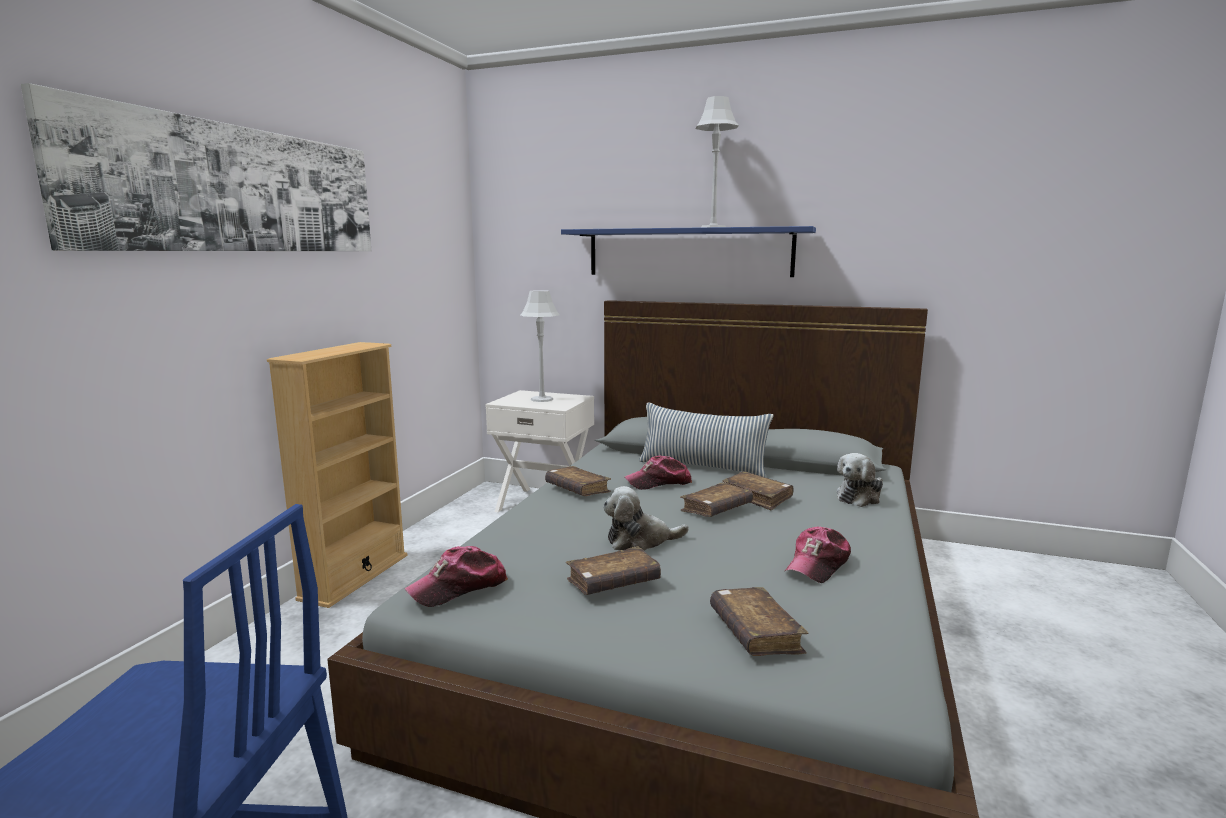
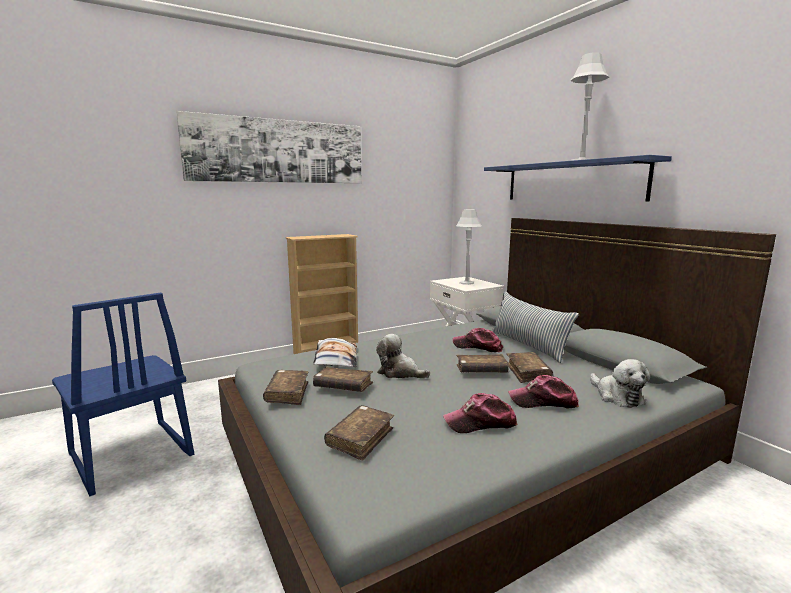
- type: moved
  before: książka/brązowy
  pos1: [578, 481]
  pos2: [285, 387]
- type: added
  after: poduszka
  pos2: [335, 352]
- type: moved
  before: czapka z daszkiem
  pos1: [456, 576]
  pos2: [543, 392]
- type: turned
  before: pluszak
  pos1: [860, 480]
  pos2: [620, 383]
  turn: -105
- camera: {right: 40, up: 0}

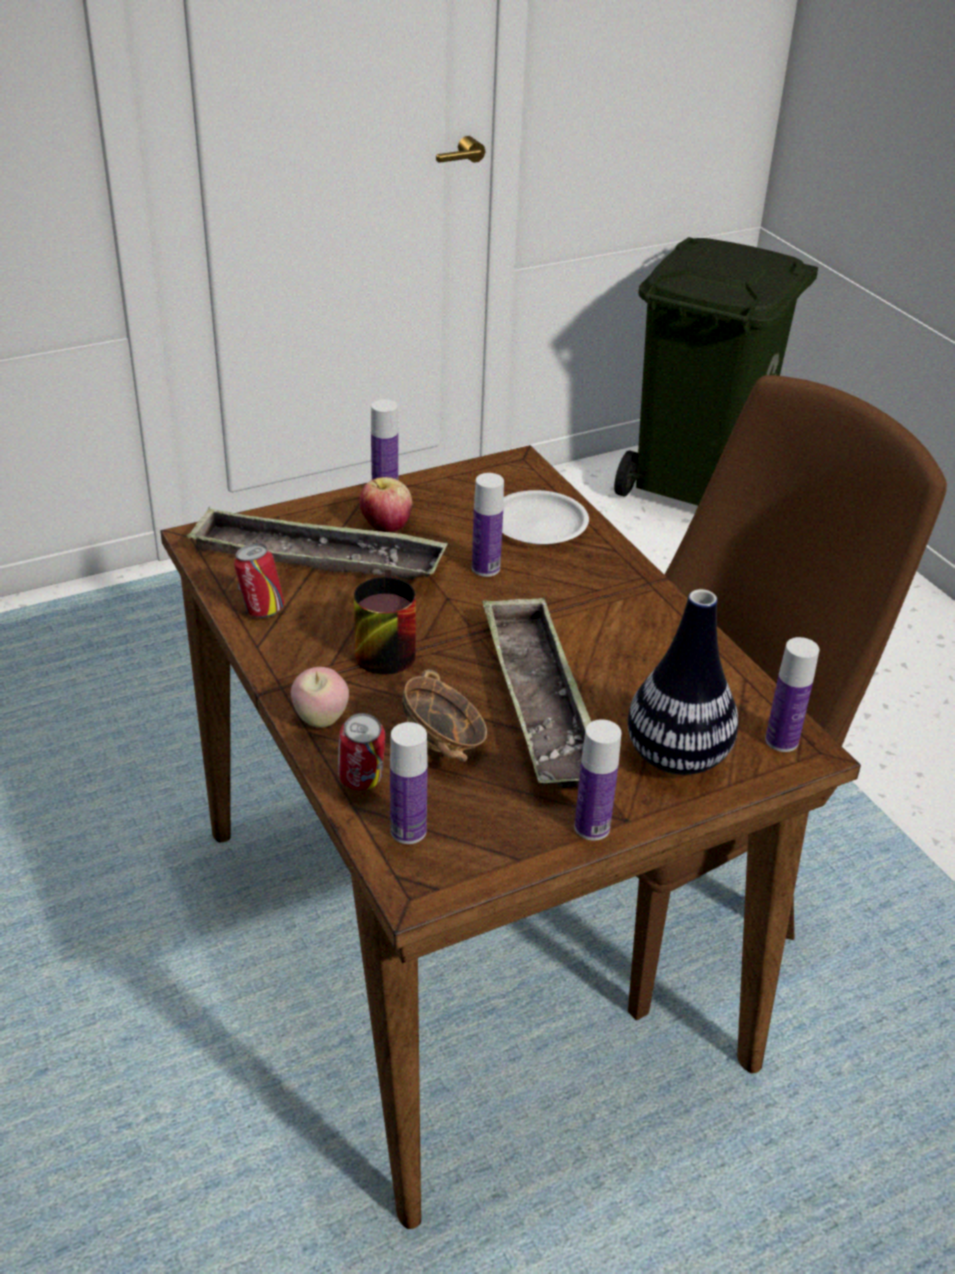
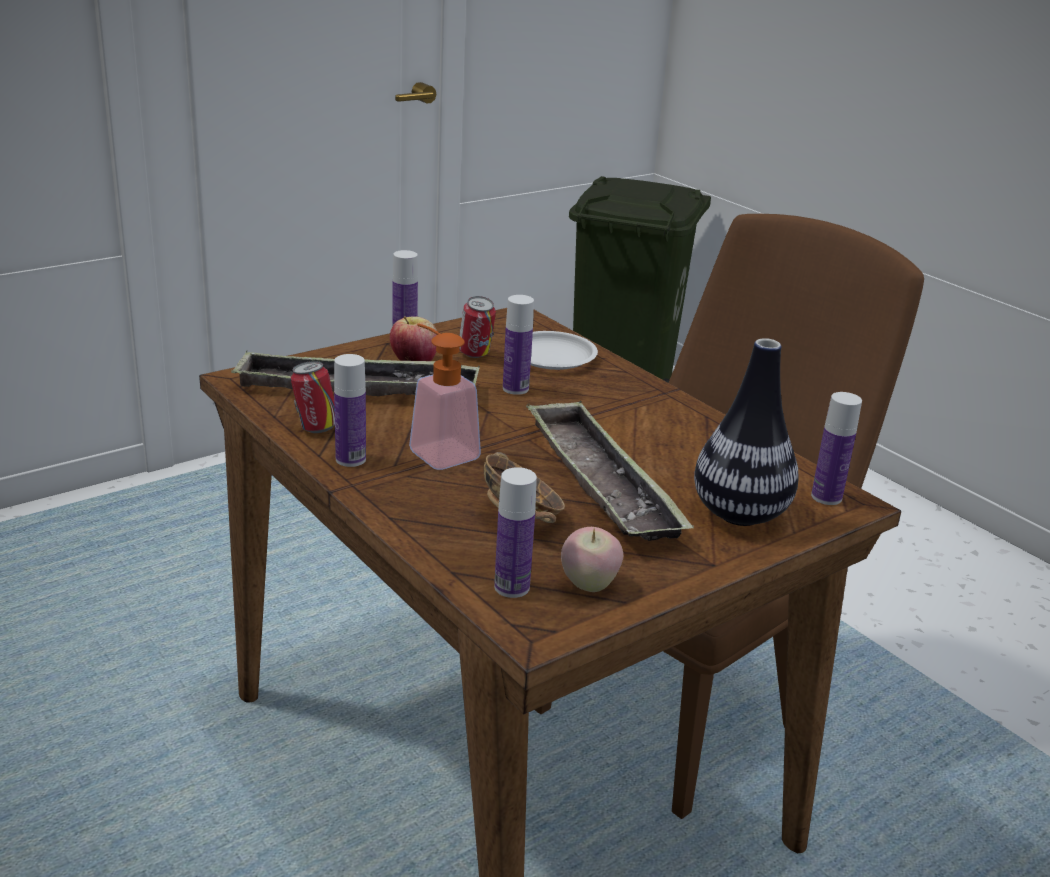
- type: moved
  before: butelka
  pos1: [598, 780]
  pos2: [350, 410]
- type: replaced
  before: kubek
  after: dozownik mydła
  pos1: [385, 622]
  pos2: [445, 396]
- type: moved
  before: puszka
  pos1: [361, 752]
  pos2: [477, 327]
- type: moved
  before: jabłko
  pos1: [320, 697]
  pos2: [592, 559]
- camera: {right: -10, up: -10}

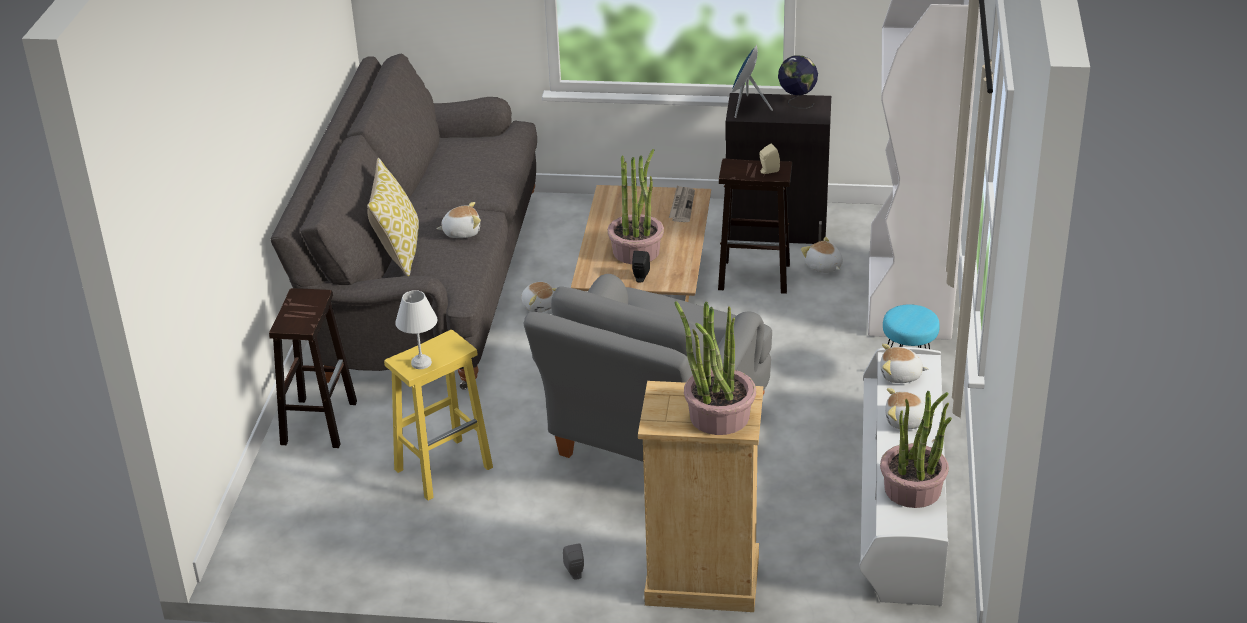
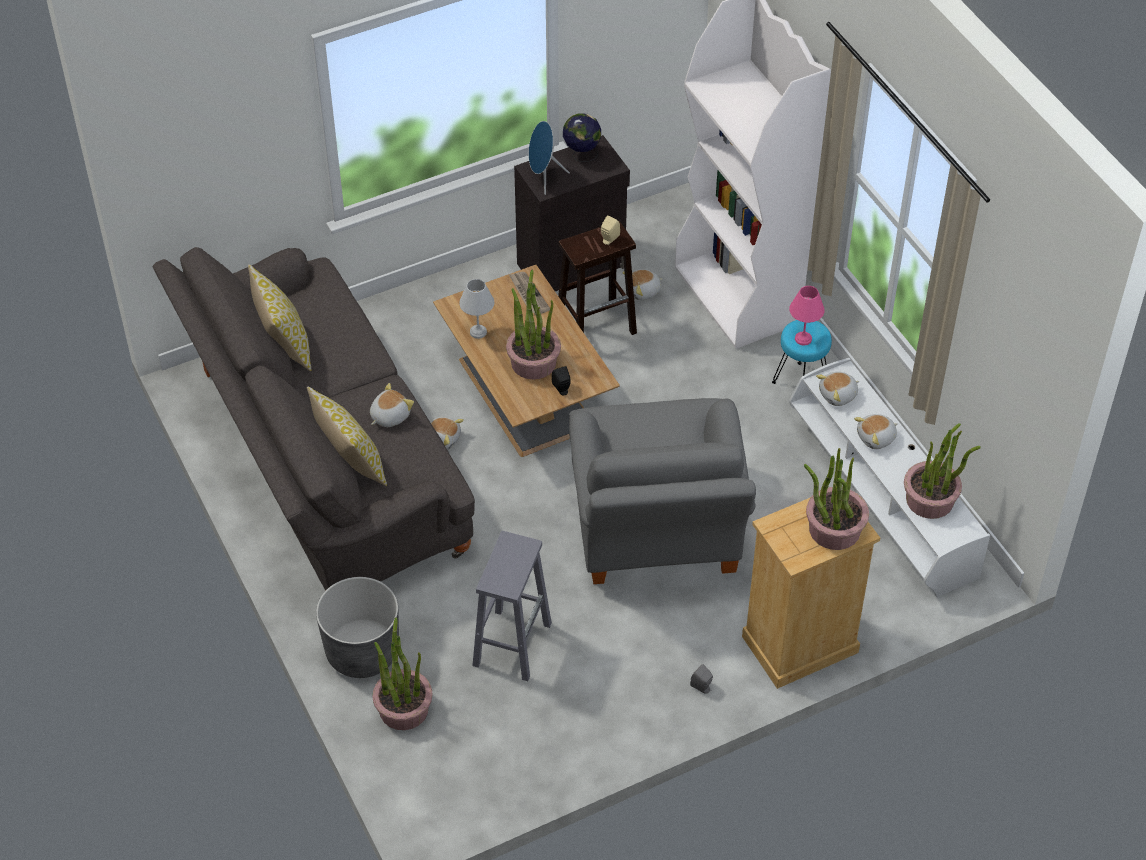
- type: added
  after: poduszka
  pos2: [279, 318]
- type: replaced
  before: stołek/brązowy
  after: donica/szary
  pos1: [313, 368]
  pos2: [357, 627]
- type: added
  after: roślina doniczkowa
  pos2: [402, 673]
- type: moved
  before: lampa stołowa/biały
  pos1: [416, 329]
  pos2: [476, 309]
- type: recoloured
  before: stołek/żółty
  after: stołek/szary
  pos1: [438, 415]
  pos2: [512, 606]
- type: turned
  before: pluszak
  pos1: [822, 255]
  pos2: [642, 284]
  turn: -45
- type: added
  after: lampa stołowa/różowy
  pos2: [807, 316]
- camera: {right: -35, up: 15}

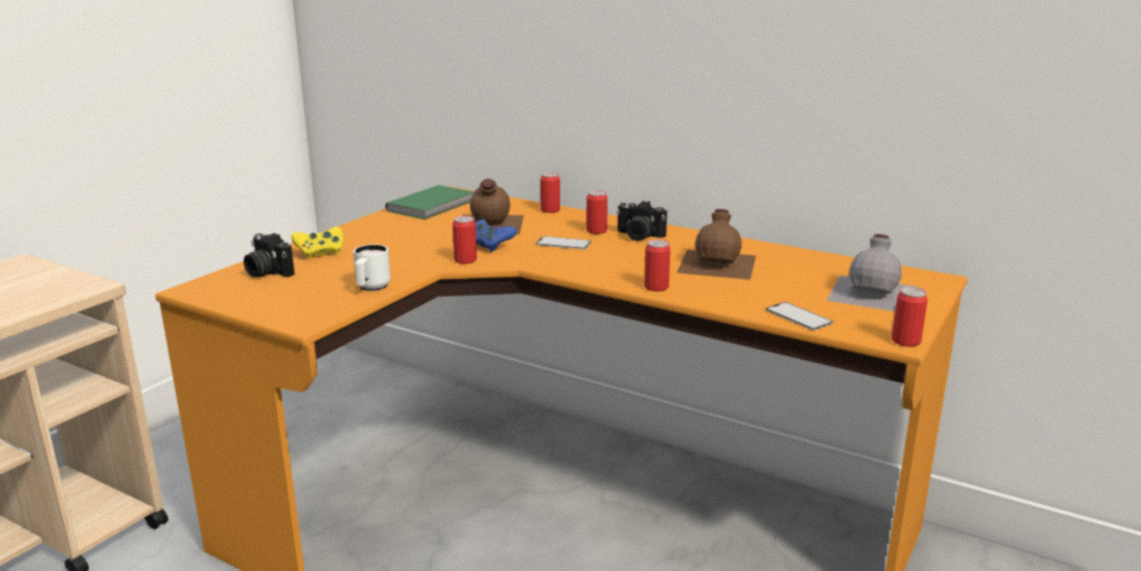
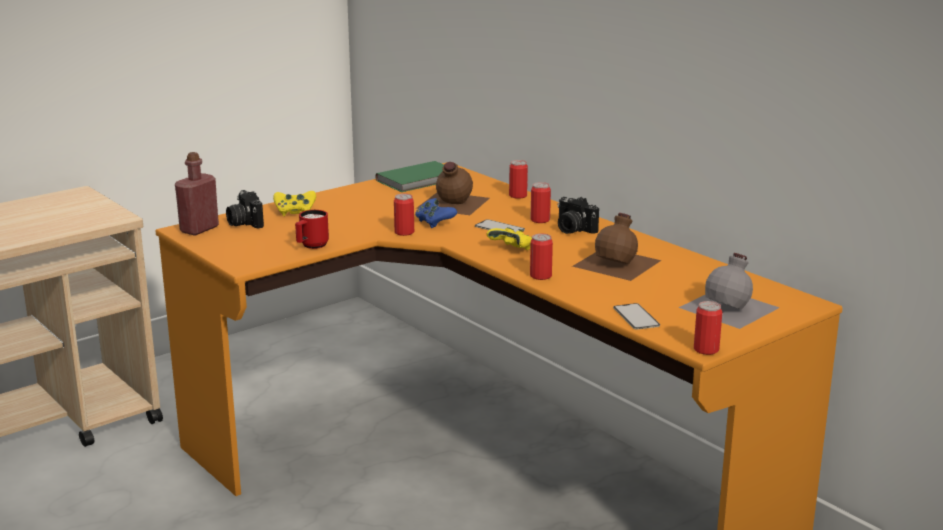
- type: added
  after: butelka/czerwony
  pos2: [197, 193]
- type: recoloured
  before: kubek/biały
  after: kubek/czerwony
  pos1: [371, 267]
  pos2: [312, 229]
- type: added
  after: pad do gier/żółty
  pos2: [509, 238]
- camera: {right: 20, up: 0}

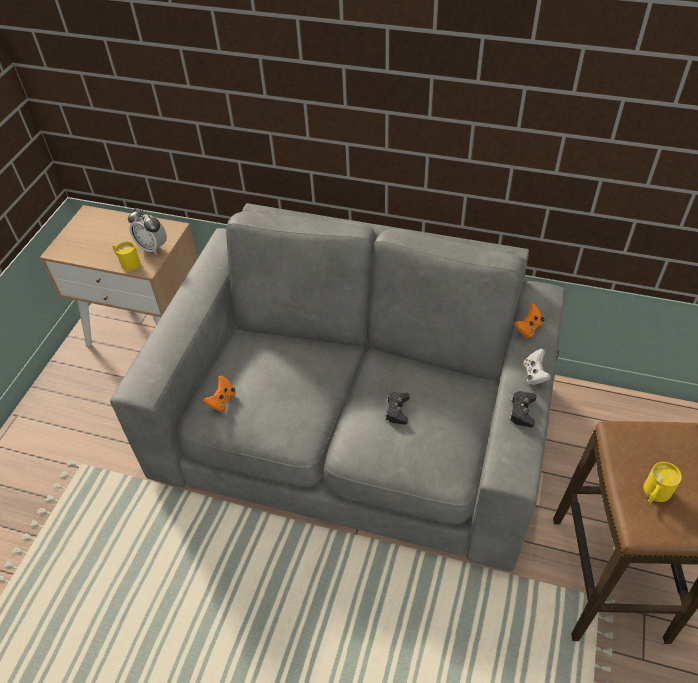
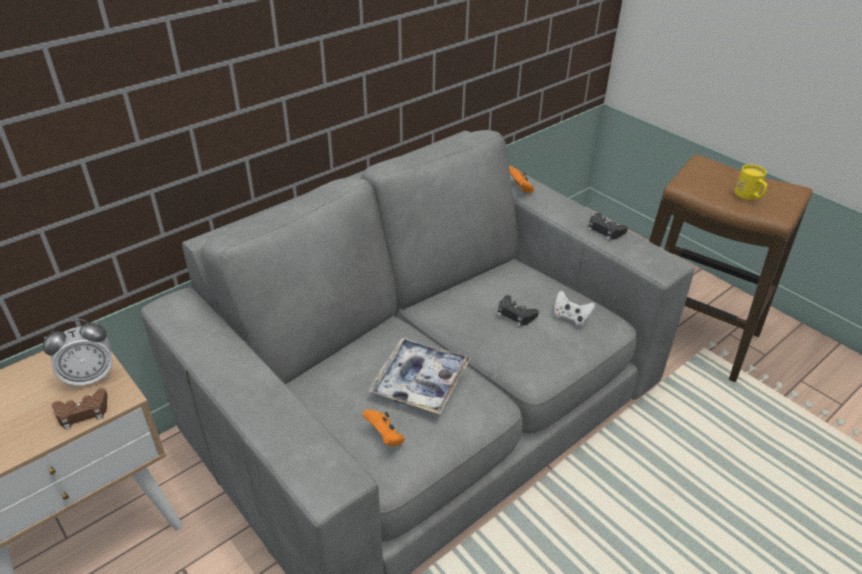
- type: replaced
  before: kubek/żółty
  after: pad do gier/brązowy
  pos1: [126, 256]
  pos2: [80, 409]
- type: added
  after: taca
  pos2: [420, 375]
- type: moved
  before: pad do gier/biały
  pos1: [537, 367]
  pos2: [574, 308]
- camera: {right: -60, up: -10}

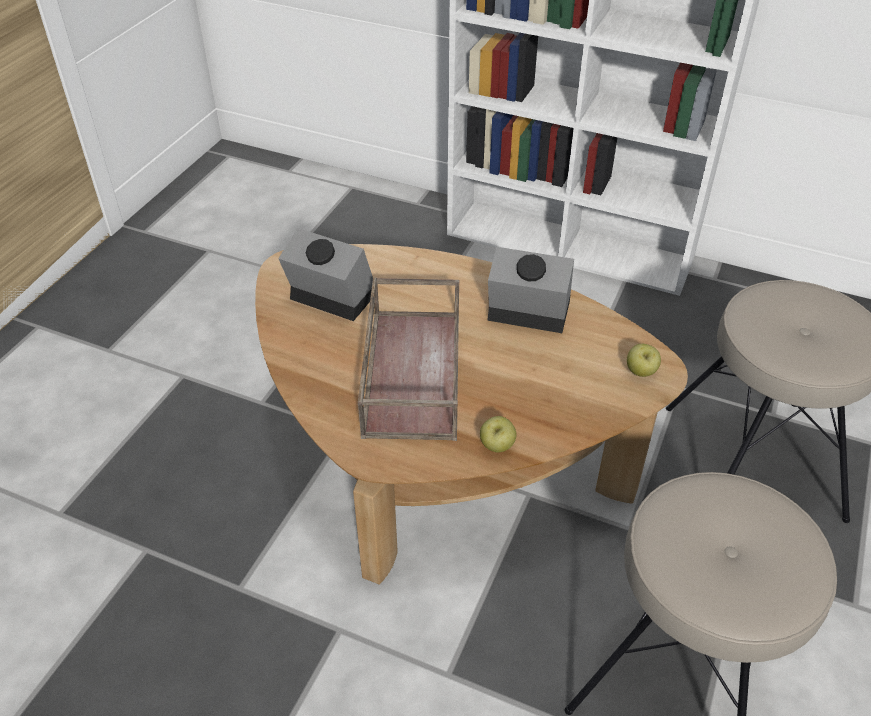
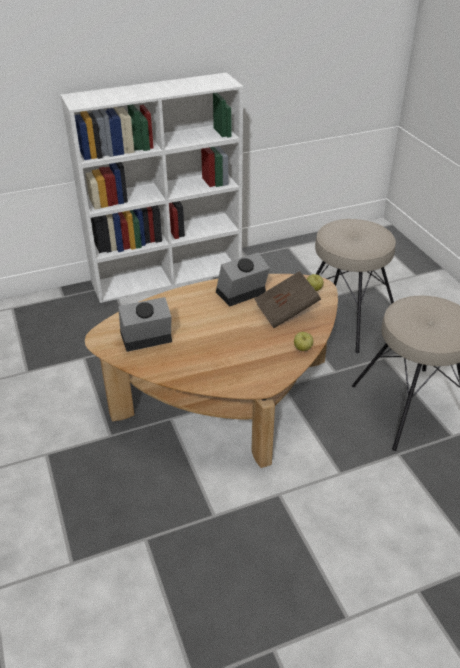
- type: added
  after: książka/brązowy
  pos2: [288, 299]
- type: removed
  before: taca/brązowy
  pos1: [408, 359]
- camera: {right: -45, up: -5}

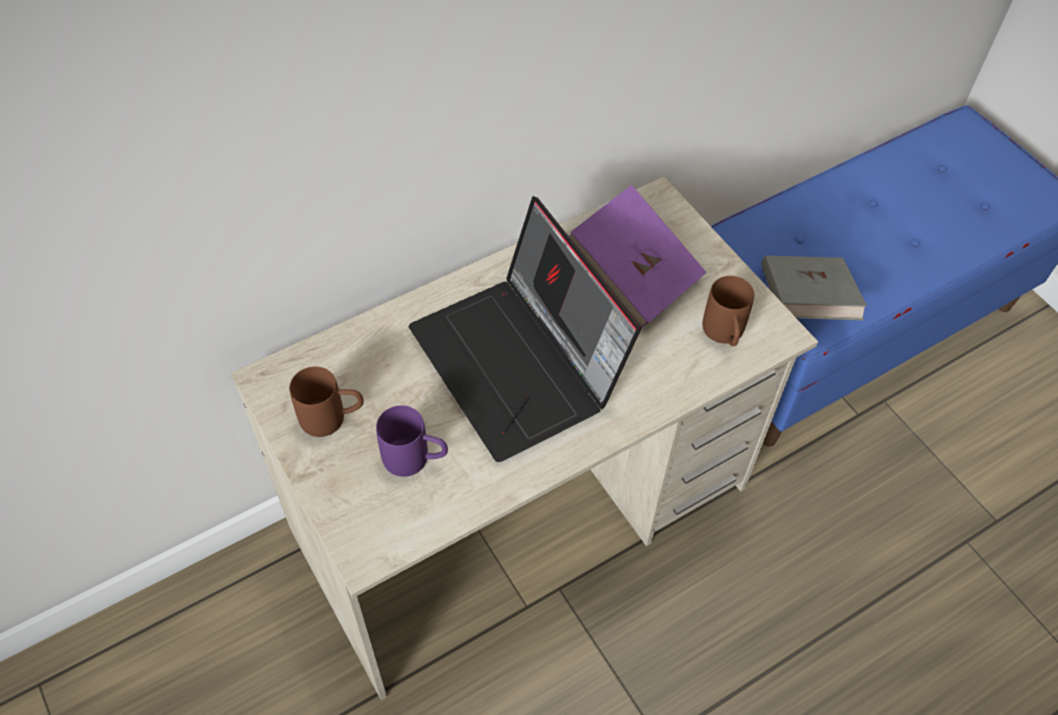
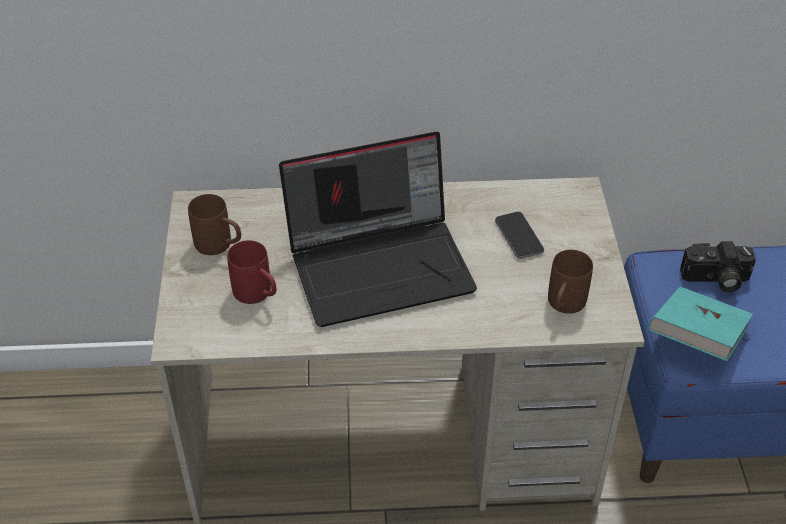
- type: recoloured
  before: kubek/fioletowy
  after: kubek/czerwony
  pos1: [412, 441]
  pos2: [251, 272]
- type: turned
  before: laptop
  pos1: [524, 329]
  pos2: [378, 229]
  turn: -105
- type: replaced
  before: książka/fioletowy
  after: telefon
  pos1: [638, 257]
  pos2: [519, 235]
- type: recoloured
  before: książka/szary
  after: książka/turkusowy
  pos1: [814, 288]
  pos2: [701, 323]
- type: added
  after: aparat fotograficzny
  pos2: [718, 267]
- camera: {right: 30, up: -10}

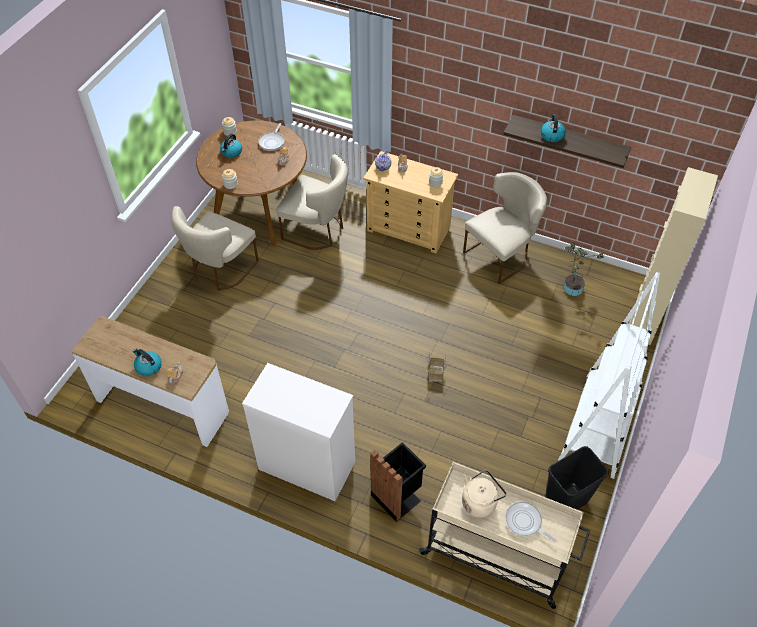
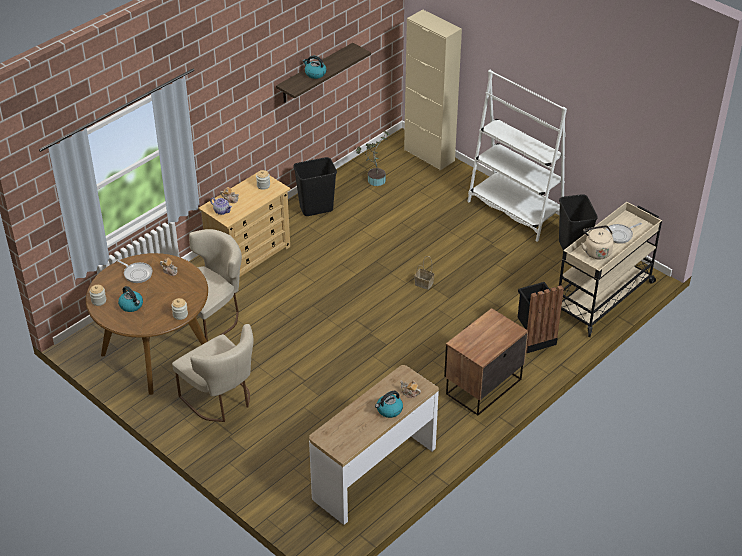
- type: replaced
  before: krzesło/beżowy
  after: kosz na śmieci/czarny
  pos1: [505, 228]
  pos2: [315, 186]
- type: replaced
  before: komoda/biały
  after: szafka nocna
  pos1: [298, 432]
  pos2: [486, 361]
- camera: {right: -70, up: -10}

